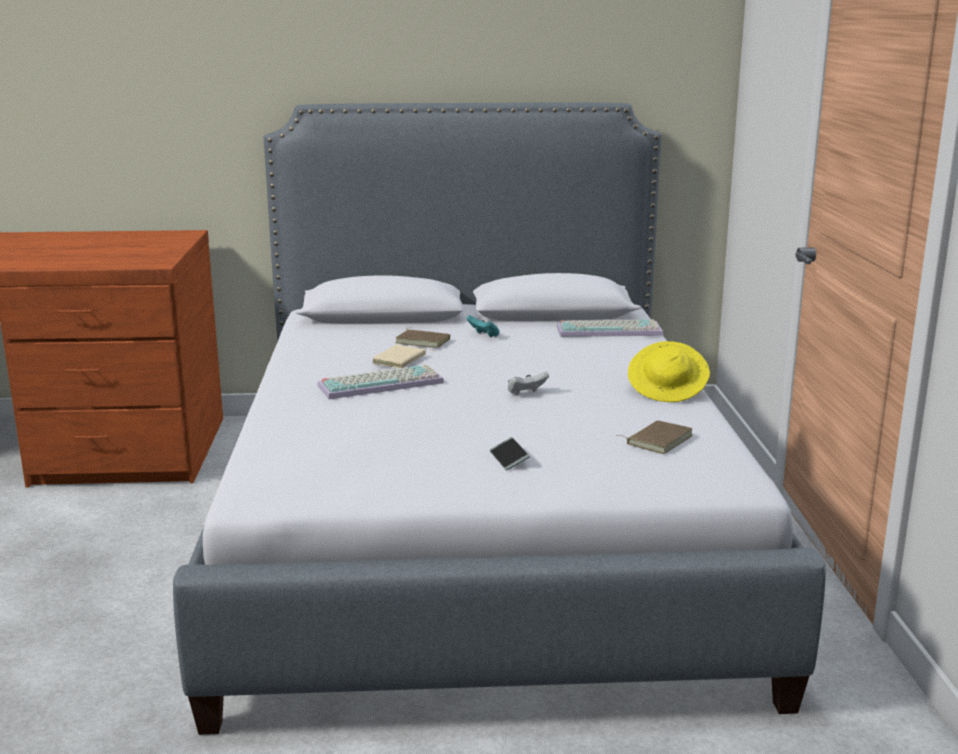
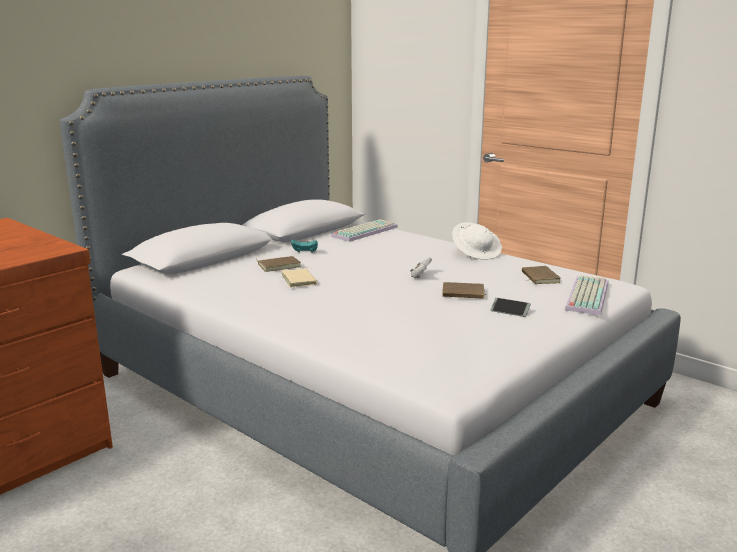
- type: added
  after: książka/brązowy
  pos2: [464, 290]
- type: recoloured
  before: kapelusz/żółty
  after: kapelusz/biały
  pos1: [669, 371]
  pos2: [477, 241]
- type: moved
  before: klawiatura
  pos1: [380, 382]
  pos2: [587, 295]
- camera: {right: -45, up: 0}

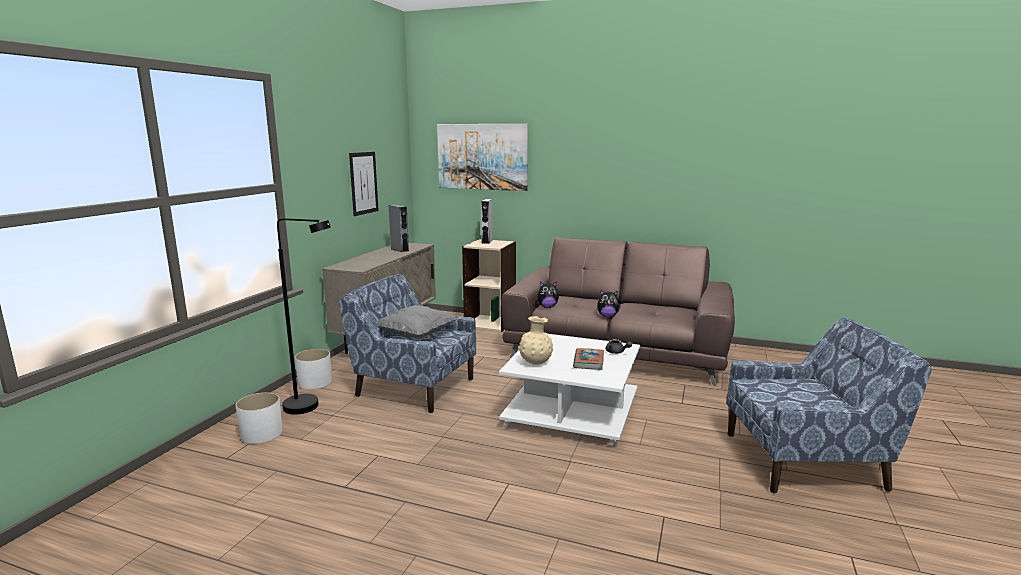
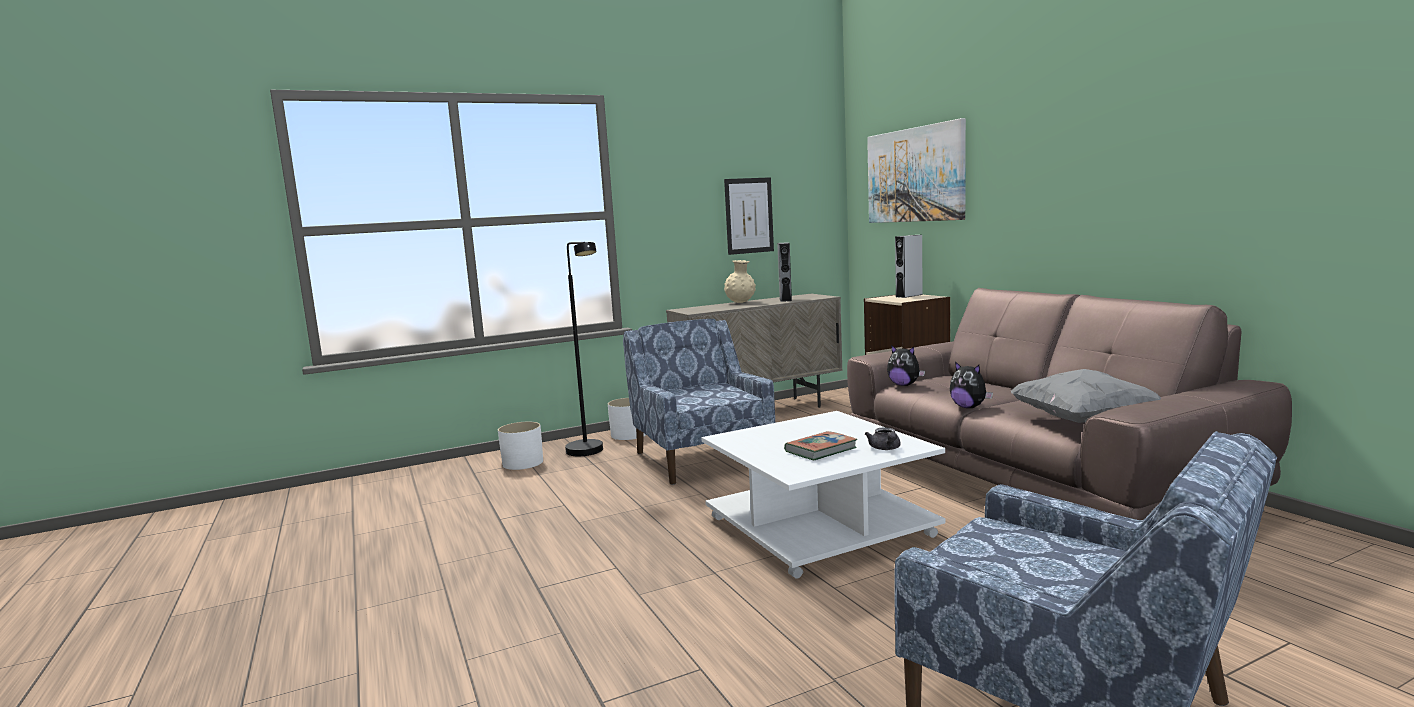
- type: moved
  before: wazon/beżowy
  pos1: [535, 340]
  pos2: [740, 281]
- type: moved
  before: poduszka/szary
  pos1: [416, 321]
  pos2: [1086, 396]
- camera: {right: 45, up: -5}

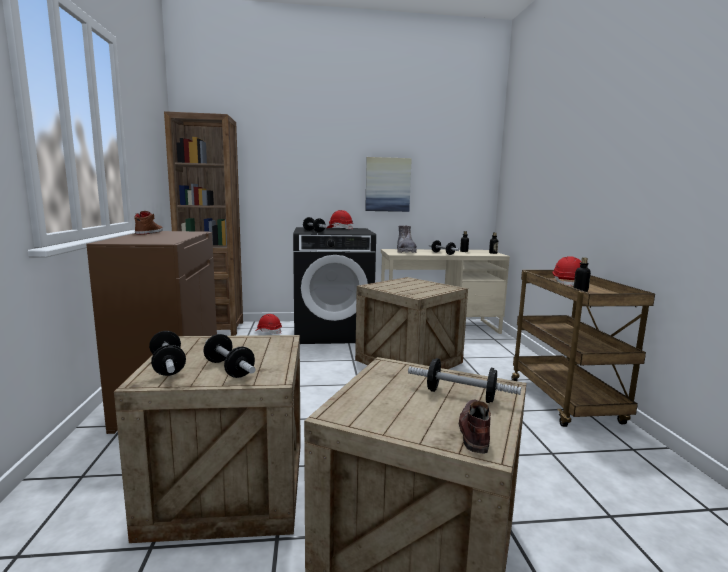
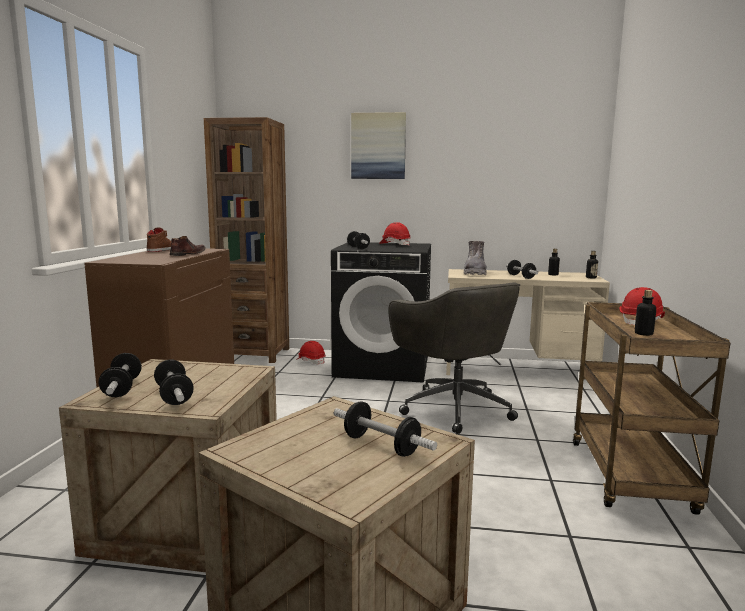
- type: moved
  before: but/brązowy
  pos1: [475, 426]
  pos2: [188, 246]
- type: moved
  before: obraz
  pos1: [388, 184]
  pos2: [378, 145]
- type: replaced
  before: skrzynka
  after: krzesło biurowe/szary
  pos1: [411, 323]
  pos2: [454, 358]
- camera: {right: 15, up: 0}

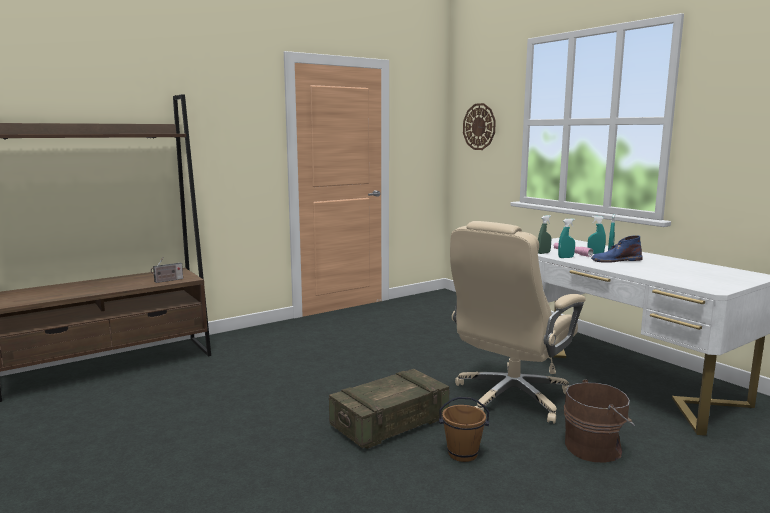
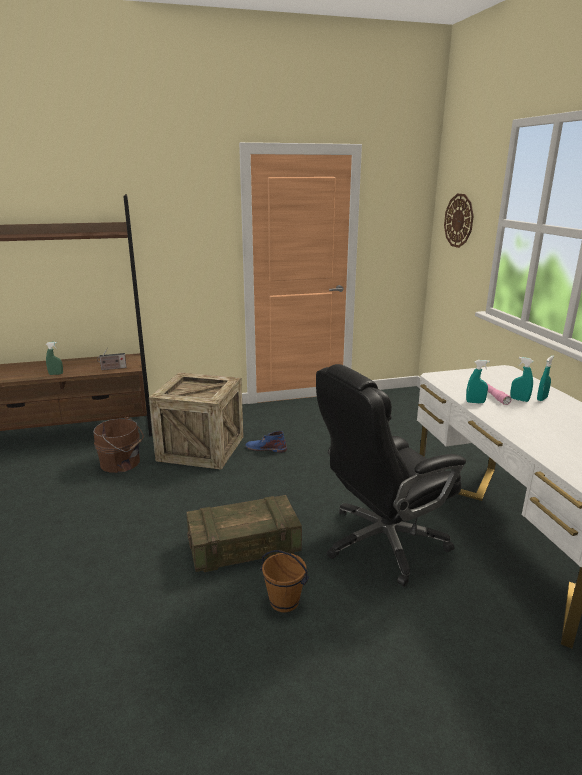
- type: moved
  before: spryskiwacz/zielony
  pos1: [544, 234]
  pos2: [54, 358]
- type: moved
  before: wiadro/brązowy
  pos1: [599, 420]
  pos2: [119, 445]
- type: added
  after: skrzynka
  pos2: [196, 421]
- type: moved
  before: but z cholewką/niebieski
  pos1: [617, 249]
  pos2: [266, 442]
- type: recoloured
  before: krzesło biurowe/beżowy
  after: krzesło biurowe/czarny
  pos1: [518, 322]
  pos2: [391, 475]
- camera: {right: 20, up: 10}

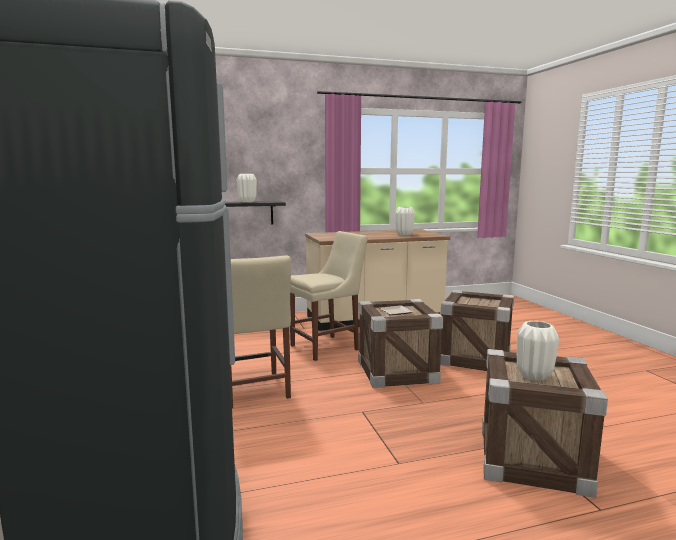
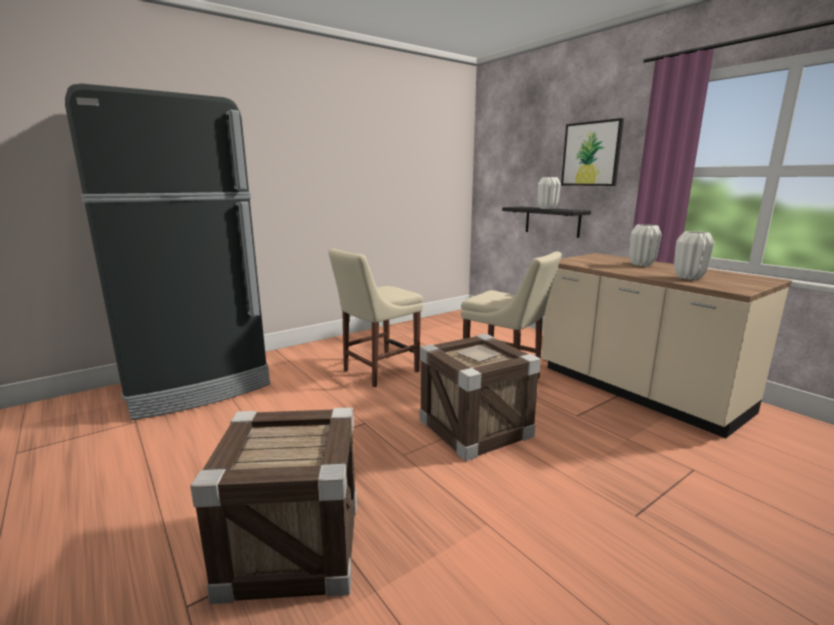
- type: added
  after: obraz
  pos2: [592, 152]
- type: moved
  before: wazon/biały
  pos1: [538, 351]
  pos2: [645, 245]
- type: removed
  before: skrzynka
  pos1: [477, 330]
- camera: {right: 70, up: 5}

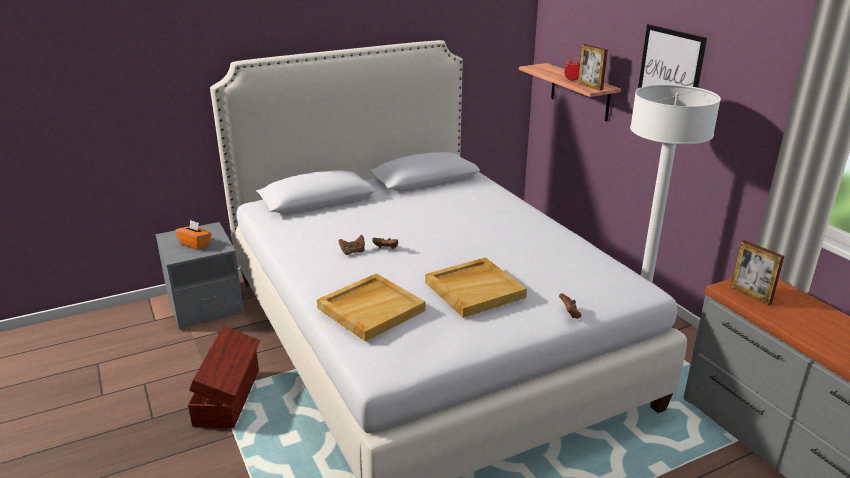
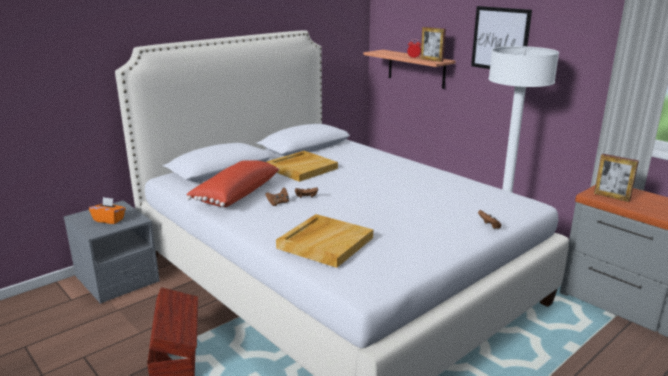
- type: added
  after: poduszka/czerwony
  pos2: [232, 183]
- type: moved
  before: taca/beżowy
  pos1: [476, 287]
  pos2: [302, 166]
- camera: {right: -15, up: -5}

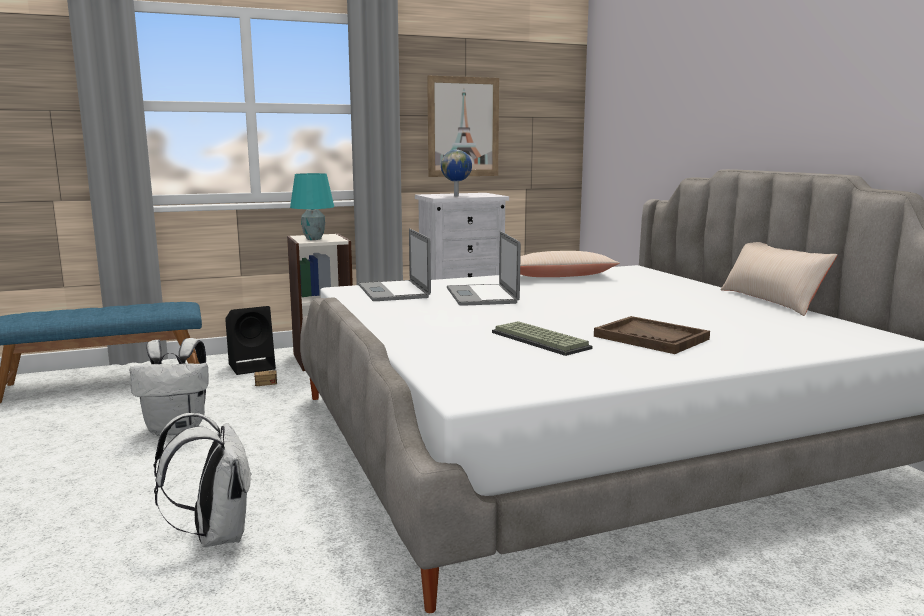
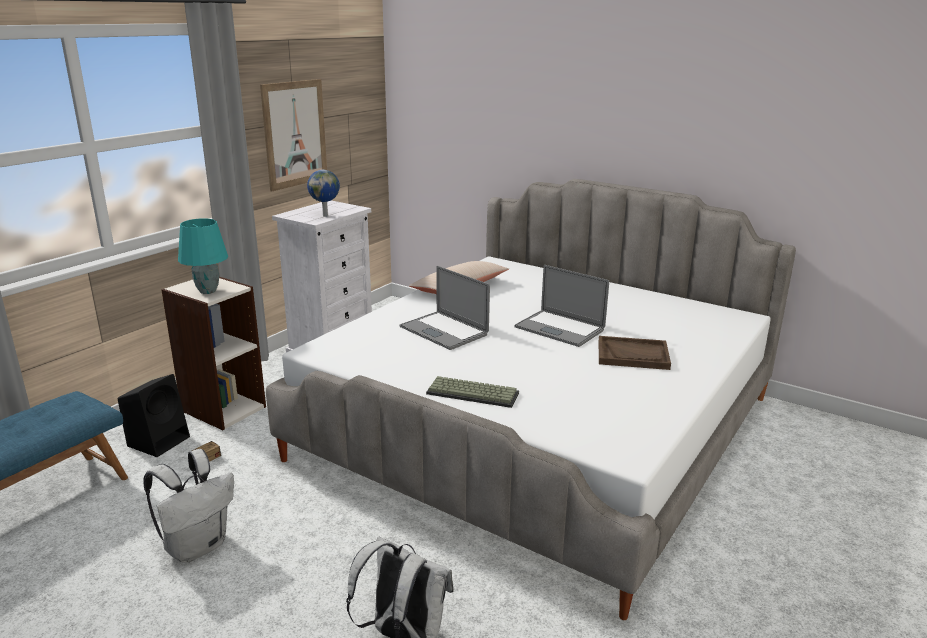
- type: moved
  before: klawiatura
  pos1: [542, 338]
  pos2: [472, 392]
- type: moved
  before: laptop
  pos1: [395, 264]
  pos2: [561, 306]
- type: removed
  before: poduszka/beżowy
  pos1: [779, 279]
- camera: {right: -35, up: 10}

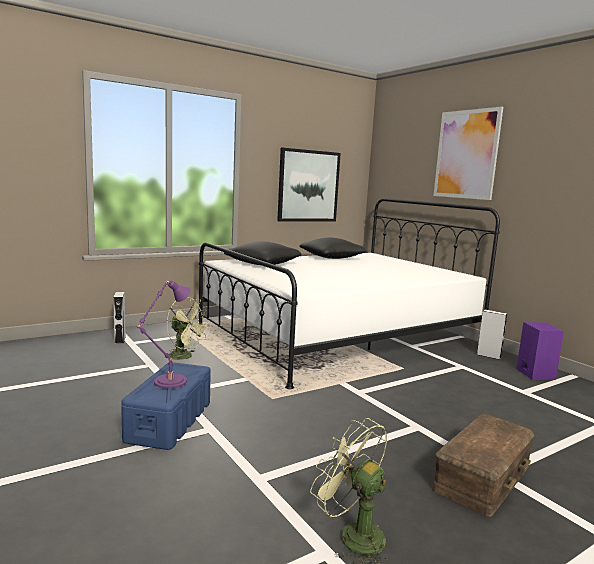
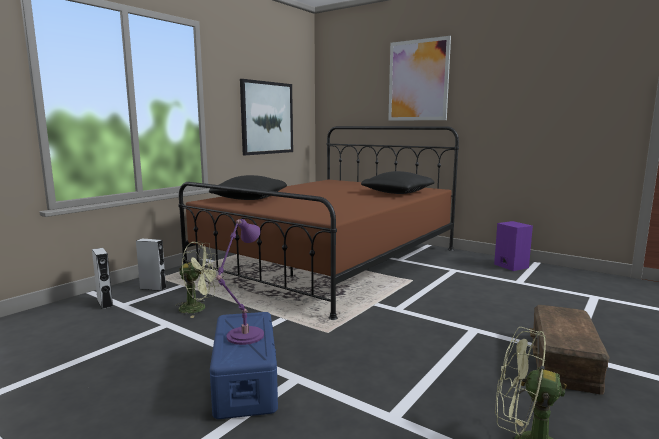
- type: moved
  before: głośnik/szary
  pos1: [492, 335]
  pos2: [151, 265]
- type: recoloured
  before: łóżko/biały
  after: łóżko/brązowy
  pos1: [349, 293]
  pos2: [318, 223]
- type: moved
  before: poduszka/czarny
  pos1: [333, 248]
  pos2: [398, 182]
- camera: {right: -20, up: 0}

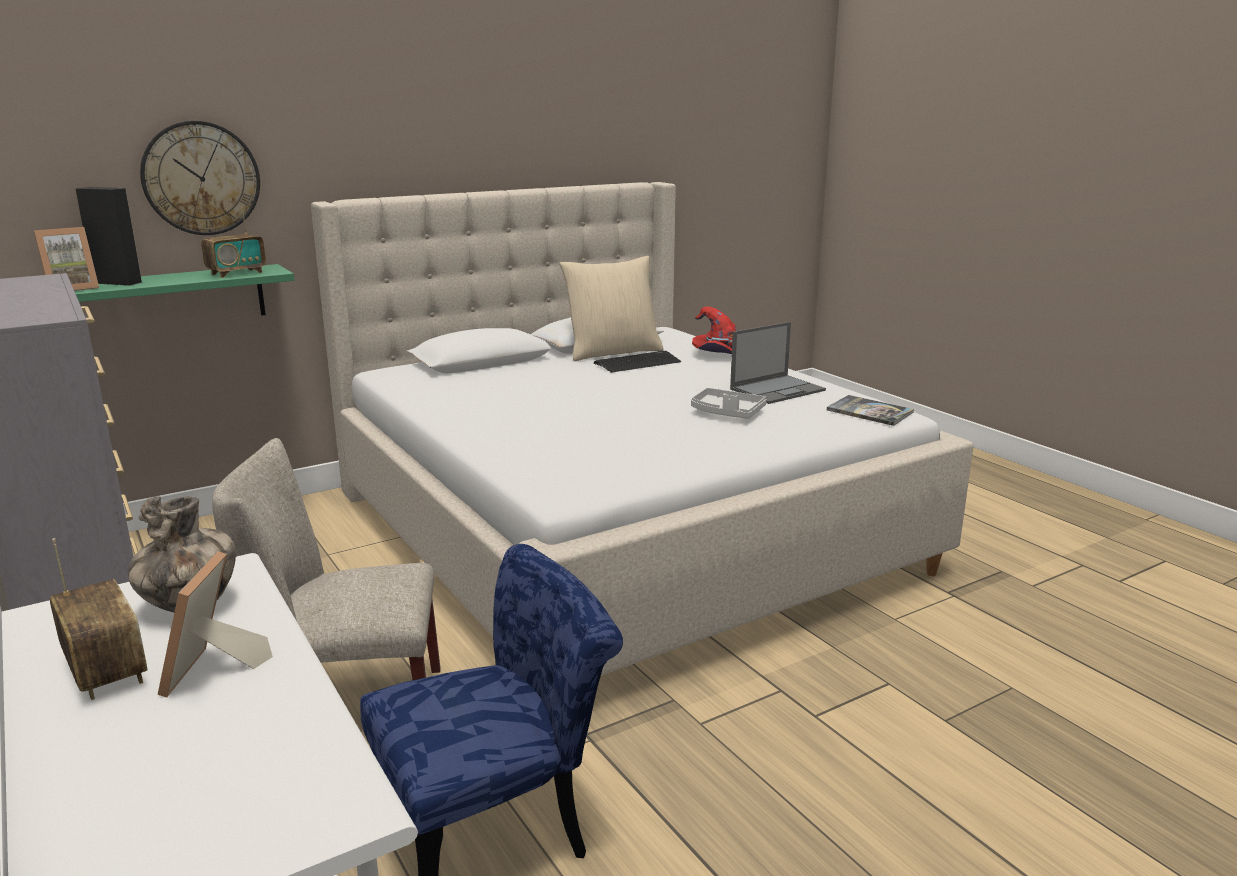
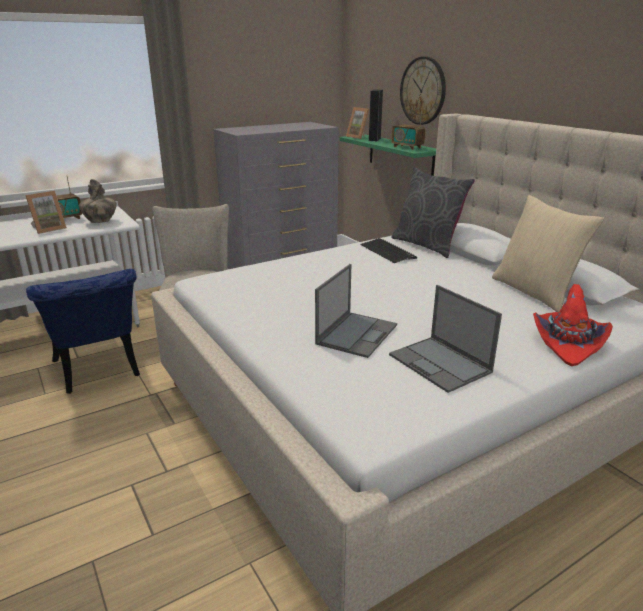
- type: turned
  before: ramka na zdjęcie
  pos1: [215, 624]
  pos2: [46, 212]
  turn: 135
- type: replaced
  before: taca/szary
  after: laptop
  pos1: [729, 403]
  pos2: [356, 311]
- type: moved
  before: klawiatura
  pos1: [637, 362]
  pos2: [388, 250]
- type: added
  after: poduszka/szary
  pos2: [433, 212]
- type: removed
  before: książka
  pos1: [870, 410]
- camera: {right: 90, up: 5}

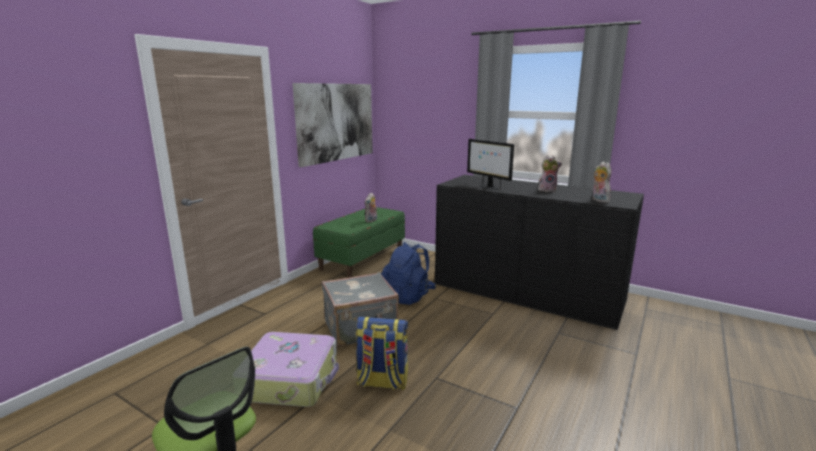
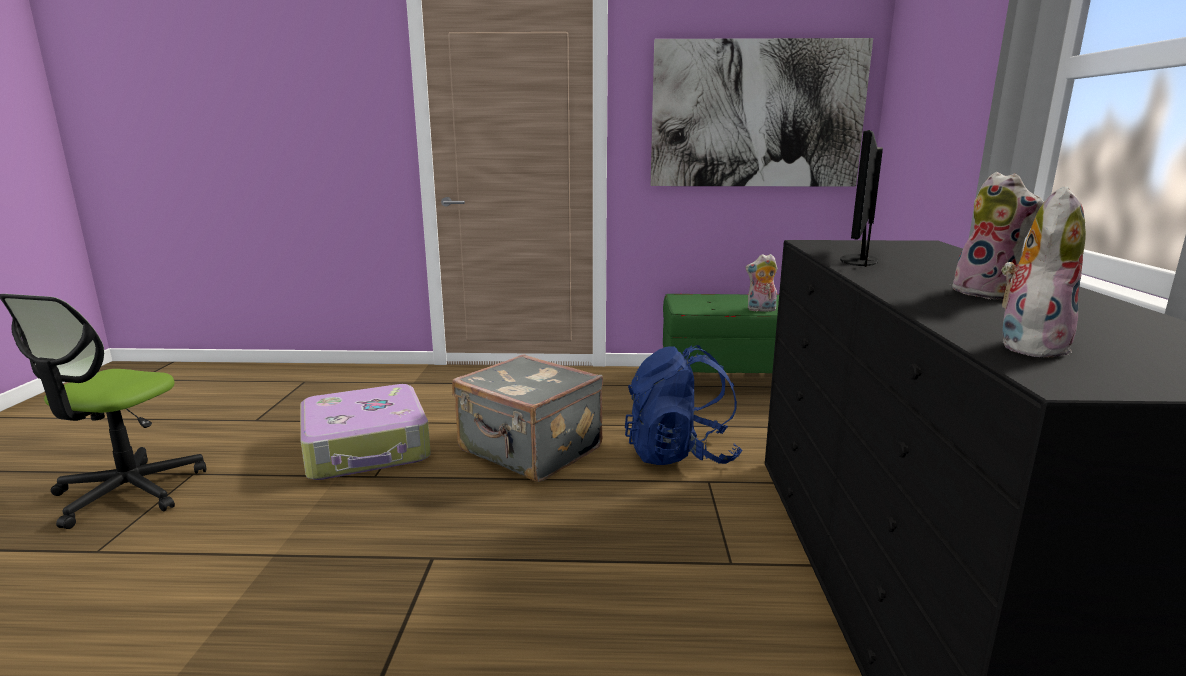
- type: removed
  before: plecak
  pos1: [382, 353]
- camera: {right: 60, up: 0}

